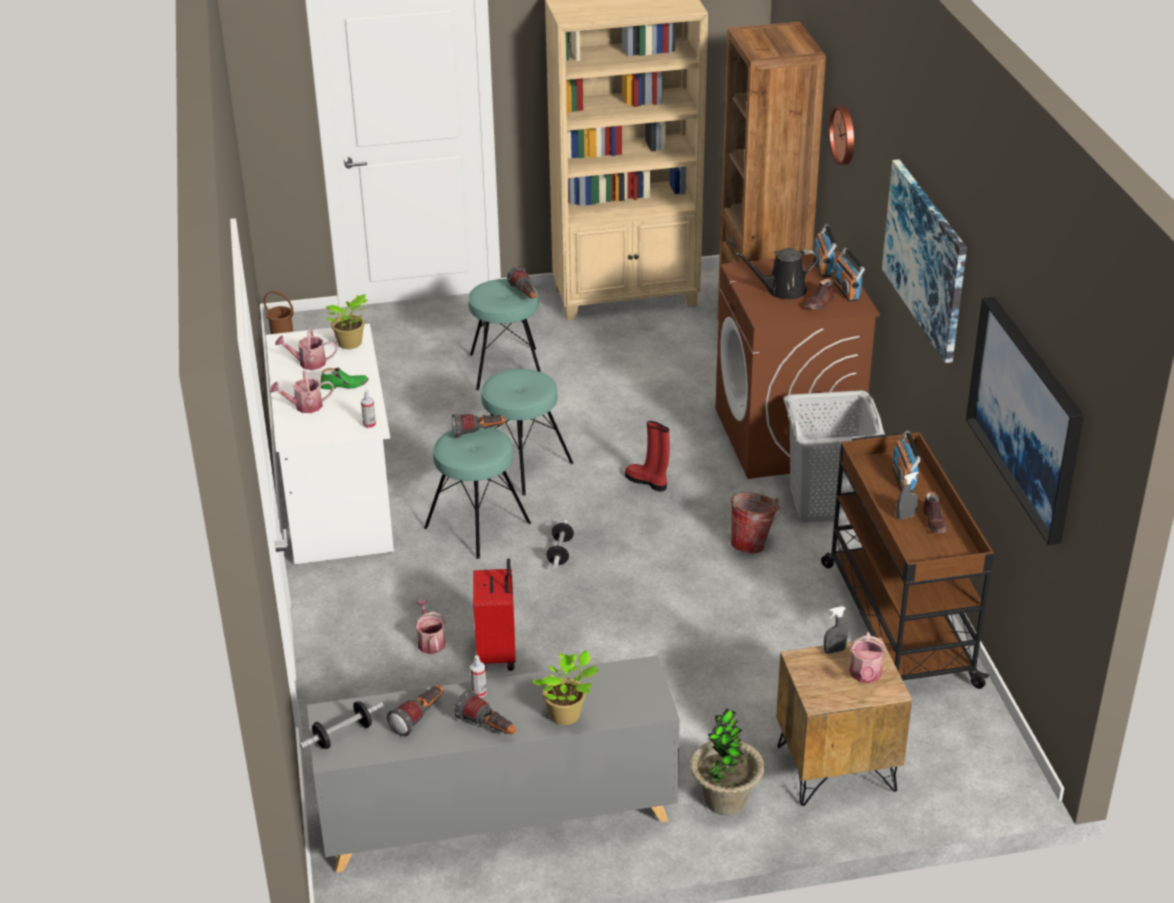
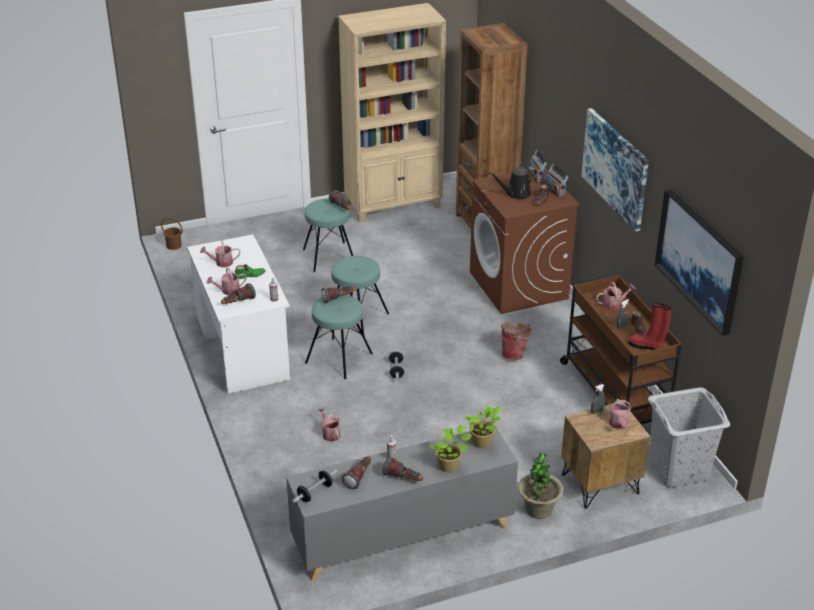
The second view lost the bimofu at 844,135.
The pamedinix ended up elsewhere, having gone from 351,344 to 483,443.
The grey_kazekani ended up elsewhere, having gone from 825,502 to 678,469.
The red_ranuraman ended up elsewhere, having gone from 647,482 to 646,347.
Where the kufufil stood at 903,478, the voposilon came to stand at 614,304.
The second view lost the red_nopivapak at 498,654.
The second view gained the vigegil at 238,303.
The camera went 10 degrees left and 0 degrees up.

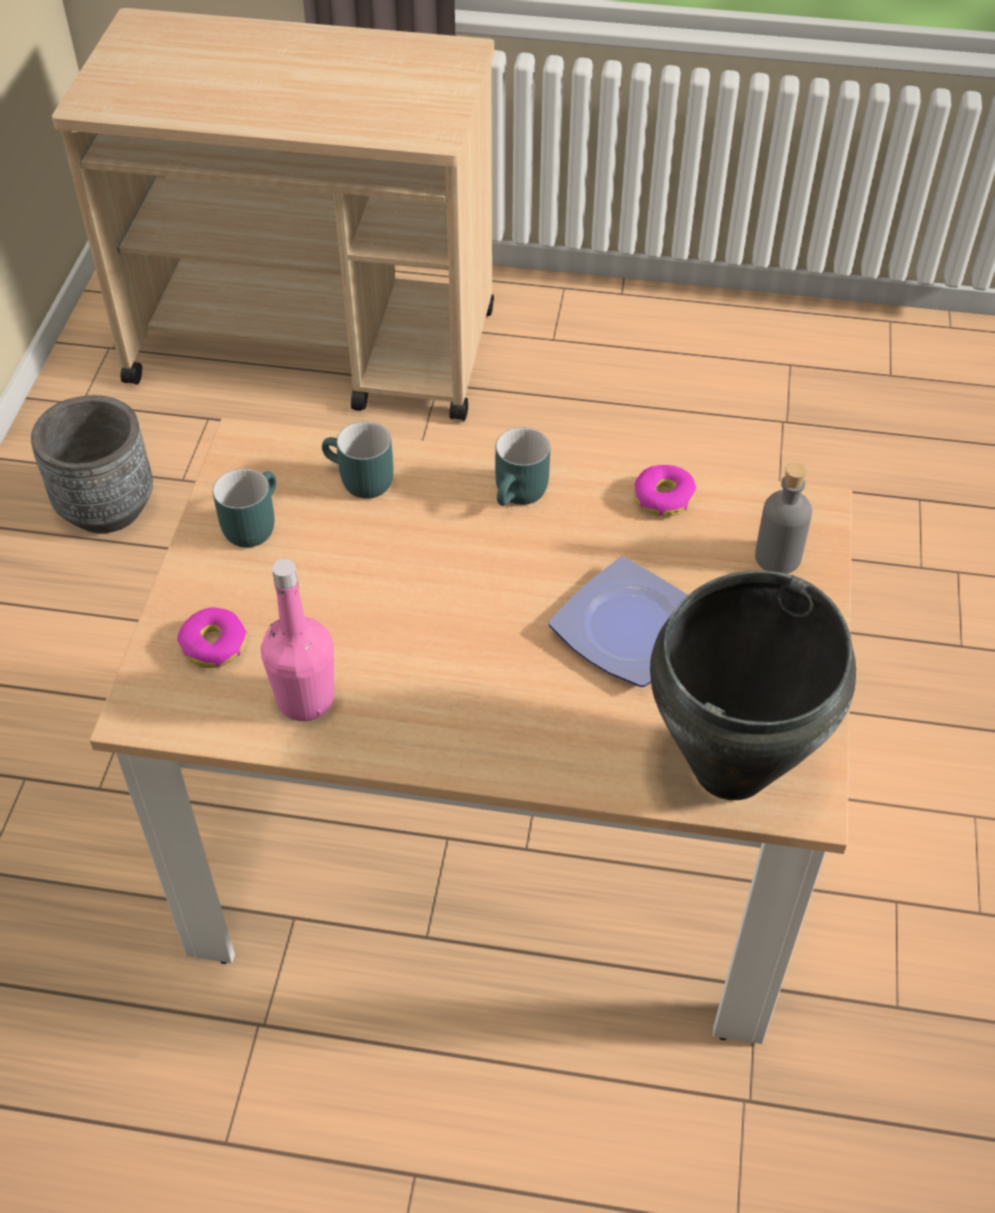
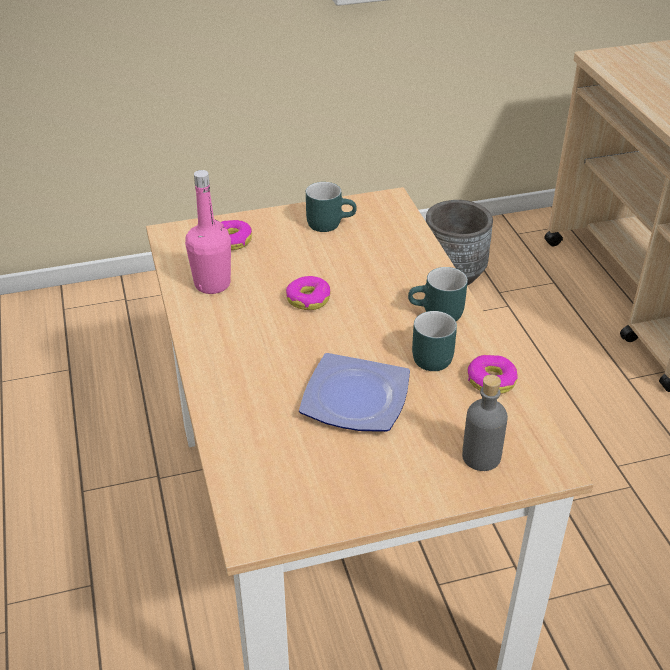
The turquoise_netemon ended up elsewhere, having gone from 358,482 to 428,355.
The second view lost the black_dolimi at 732,769.
The second view gained the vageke at 308,299.
The camera went 65 degrees right and 10 degrees down.

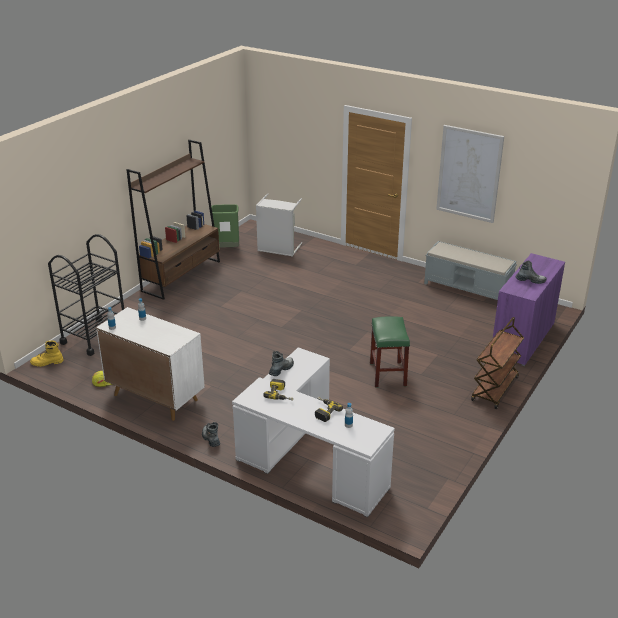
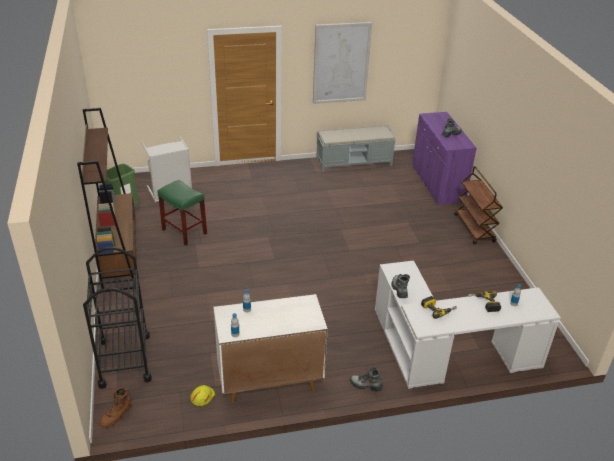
The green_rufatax ended up elsewhere, having gone from 388,374 to 185,232.
What was the yellow_ranuraman at 47,363 turned into the brown_ranuraman at 116,415.
The camera went 45 degrees left and 5 degrees up.

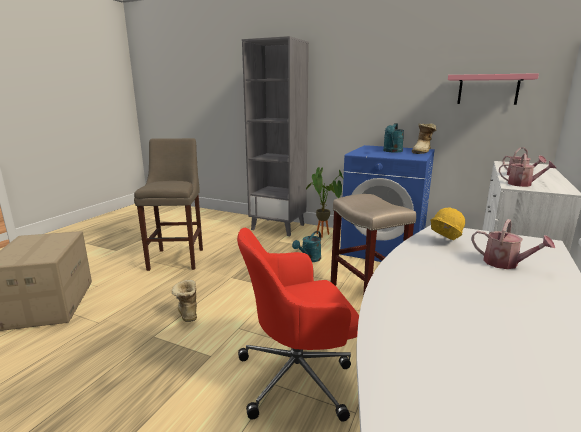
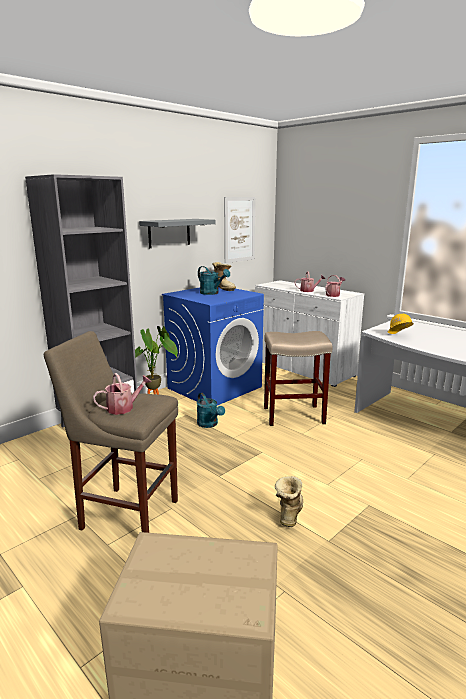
Where the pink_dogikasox hung at 488,90, the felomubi came to hang at 239,229.
The voposilon ended up elsewhere, having gone from 506,263 to 124,408.
The second view lost the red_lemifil at 298,376.
The ranuraman at 187,313 ended up facing another way, 105 degrees clockwise from before.
The second view gained the grey_dogikasox at 169,233.
The camera went 70 degrees left and 0 degrees up.

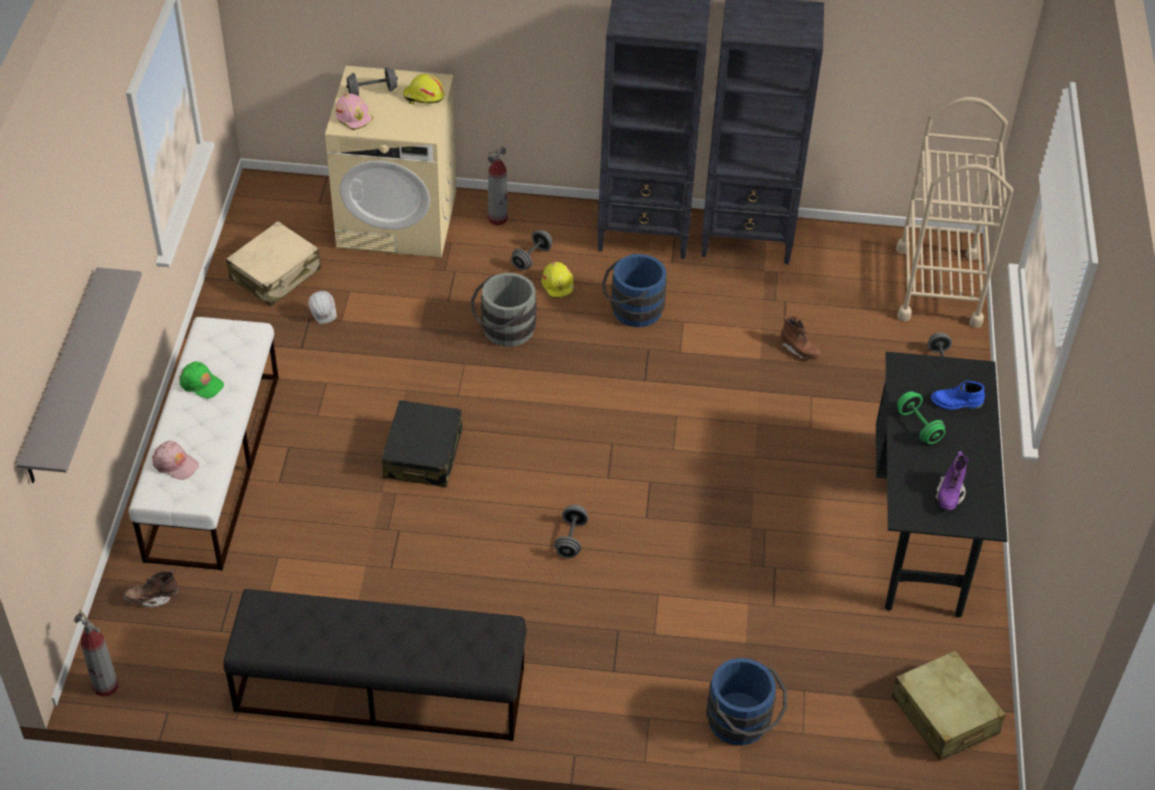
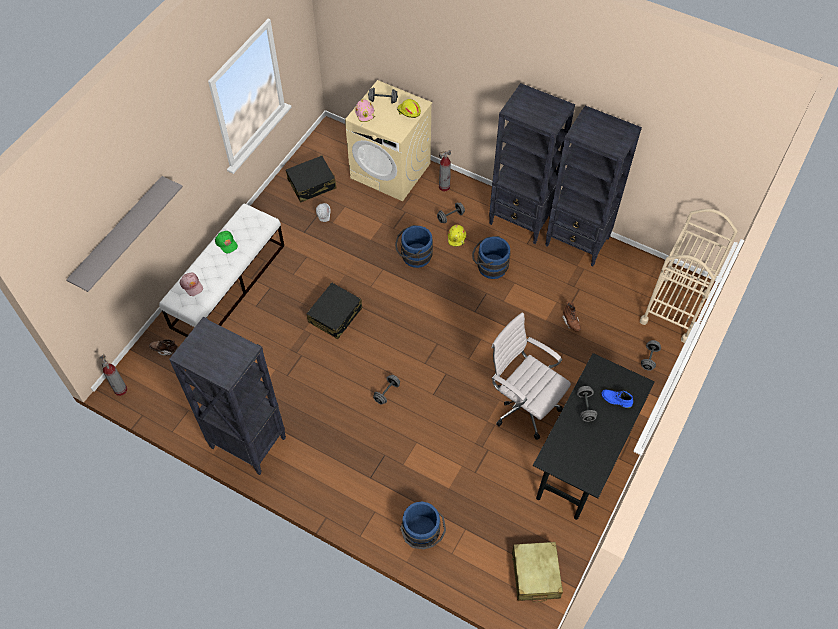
What was the beige_nopivapak at 276,274 turned into the black_nopivapak at 312,184.
What was the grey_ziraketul at 503,330 turned into the blue_ziraketul at 413,256.
What was the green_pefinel at 918,426 turned into the grey_pefinel at 585,407.
The second view lost the purple_ranuraman at 949,495.
Where the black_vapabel stood at 379,690, the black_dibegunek came to stand at 247,442.
The second view gained the white_lemifil at 523,405.
The camera went 25 degrees right and 10 degrees up.

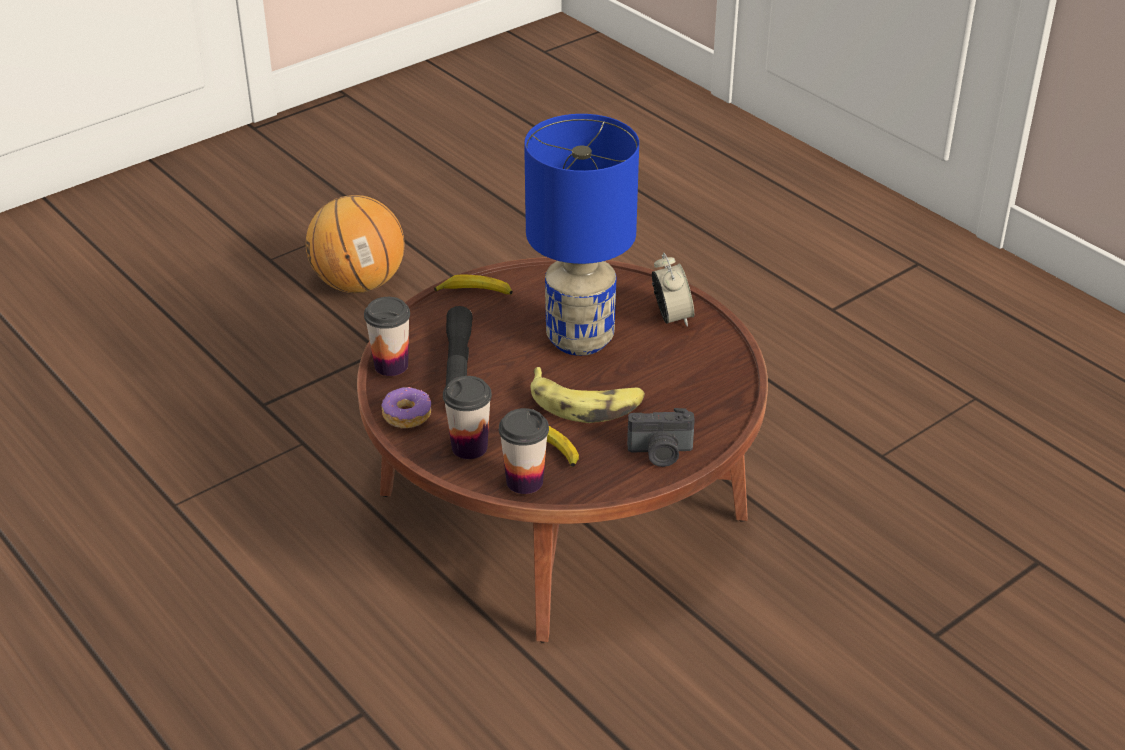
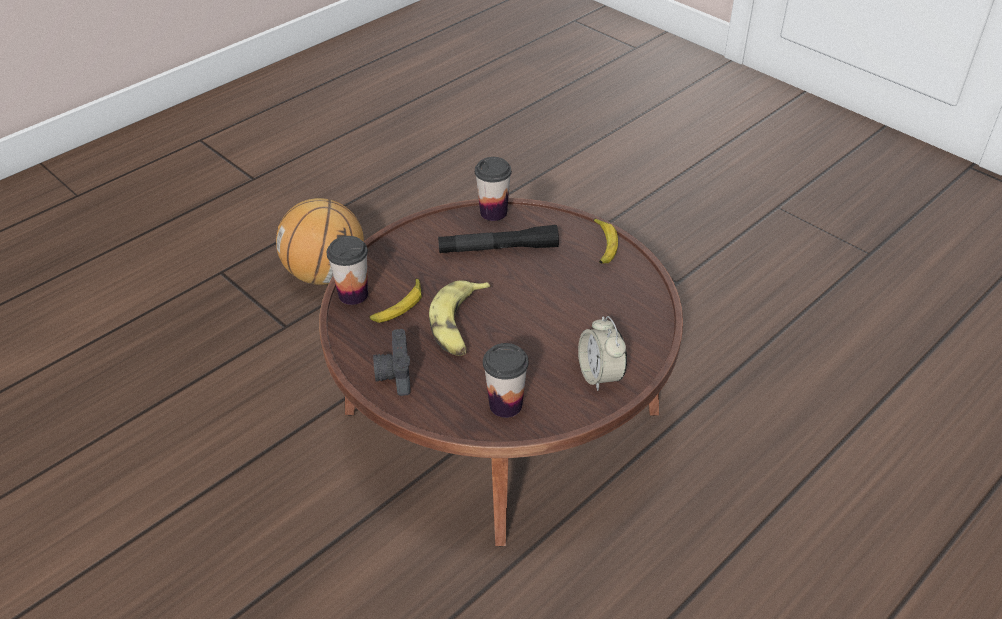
The second view lost the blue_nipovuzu at 580,338.
The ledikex ended up elsewhere, having gone from 358,284 to 326,274.
The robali at 671,317 ended up facing another way, 90 degrees clockwise from before.
The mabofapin ended up elsewhere, having gone from 469,447 to 505,405.
The second view lost the vageke at 406,415.
The camera went 85 degrees right and 5 degrees up.

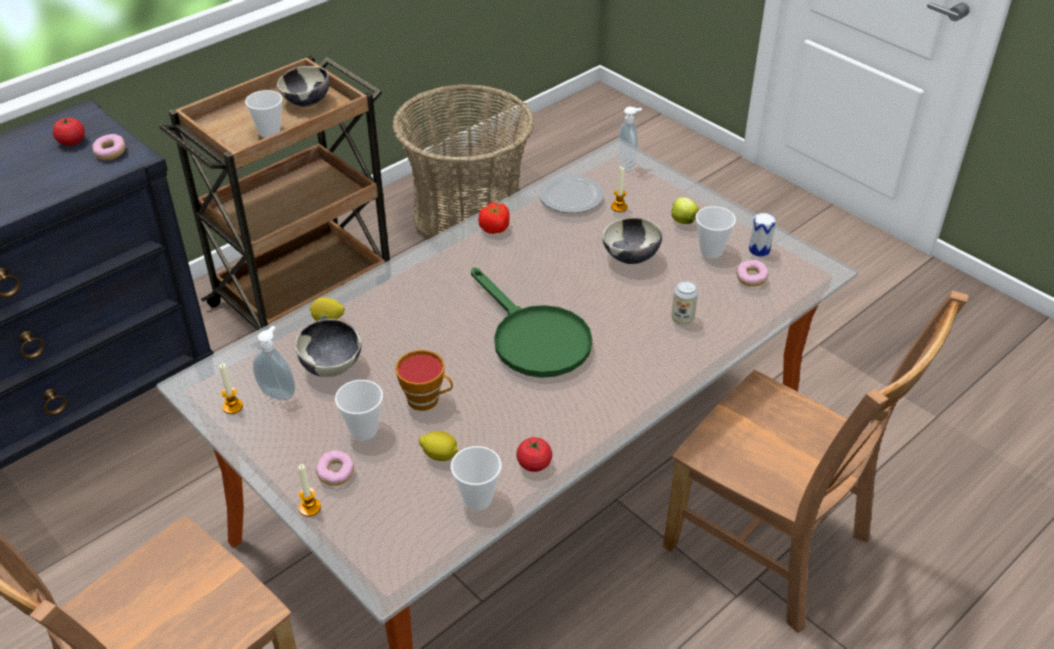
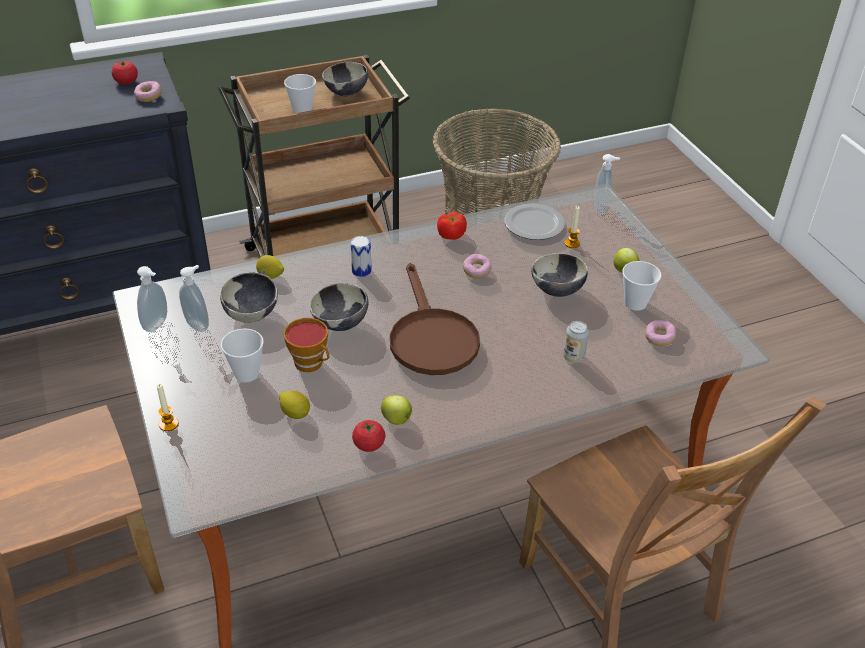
The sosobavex ended up elsewhere, having gone from 759,250 to 361,270.
What was the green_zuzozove at 533,338 turned into the brown_zuzozove at 430,337.
Where the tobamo stood at 232,406, the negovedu came to stand at 157,325.
The second view lost the mabofapin at 477,499.
The vageke ended up elsewhere, having gone from 336,474 to 476,271.
The second view gained the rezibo at 340,324.
The second view gained the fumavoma at 397,420.
The camera went 20 degrees right and 0 degrees up.

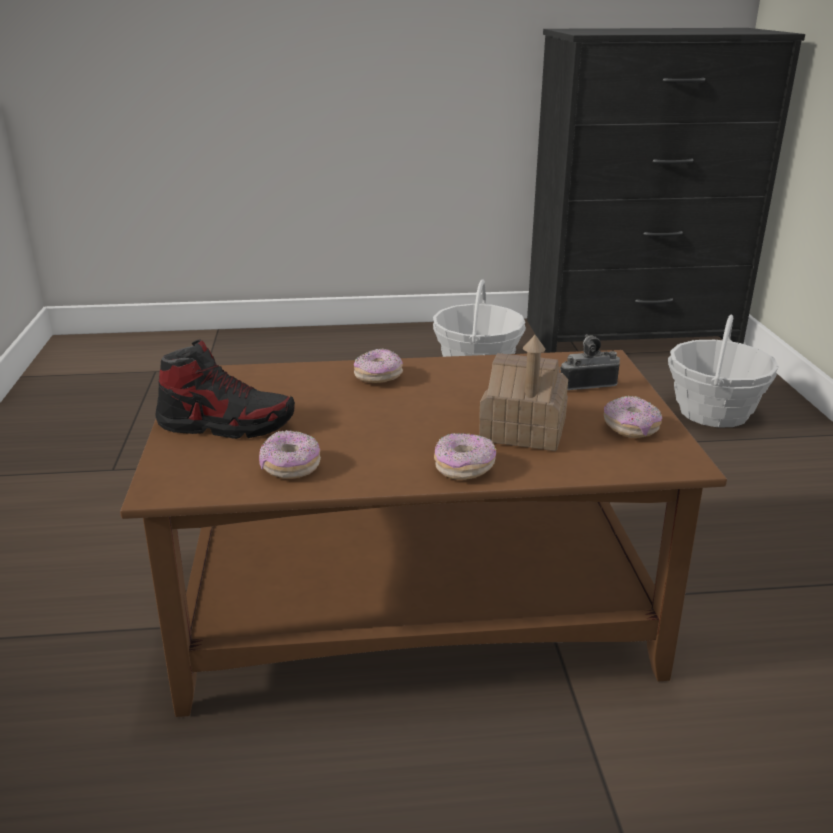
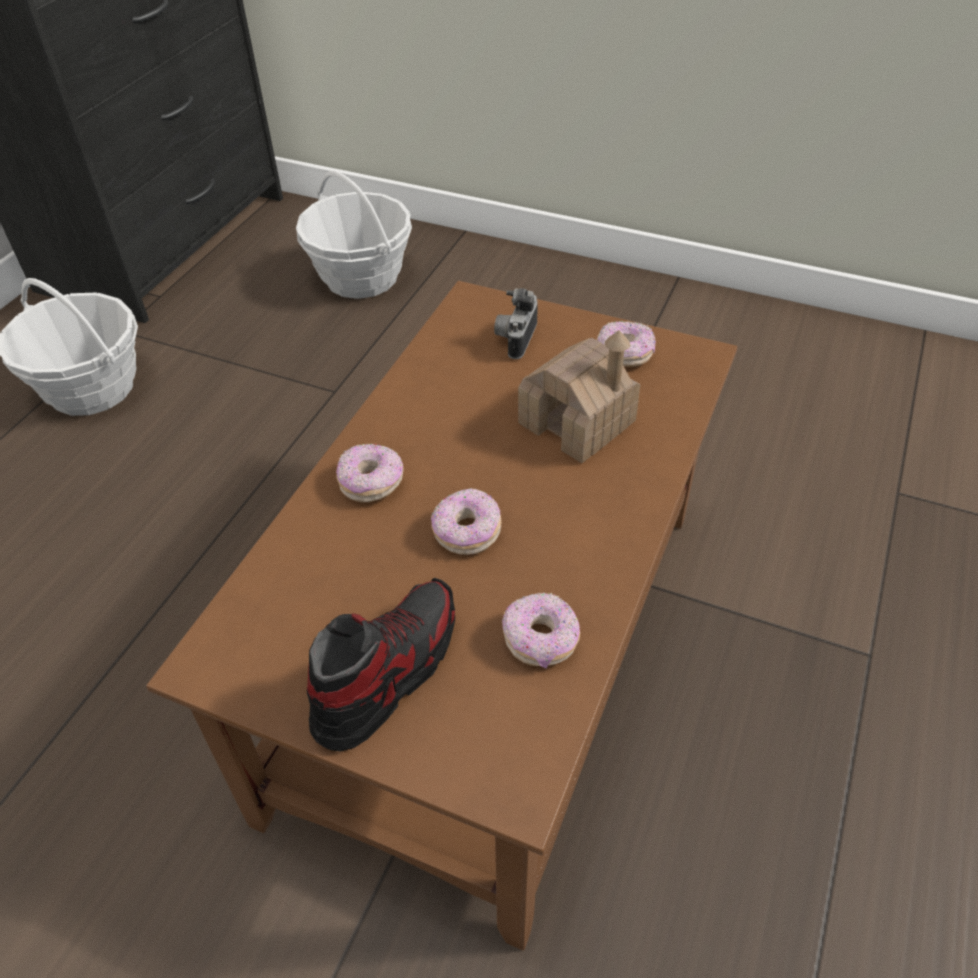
The vageke ended up elsewhere, having gone from 464,468 to 466,532.
The camera went 60 degrees left and 20 degrees up.

